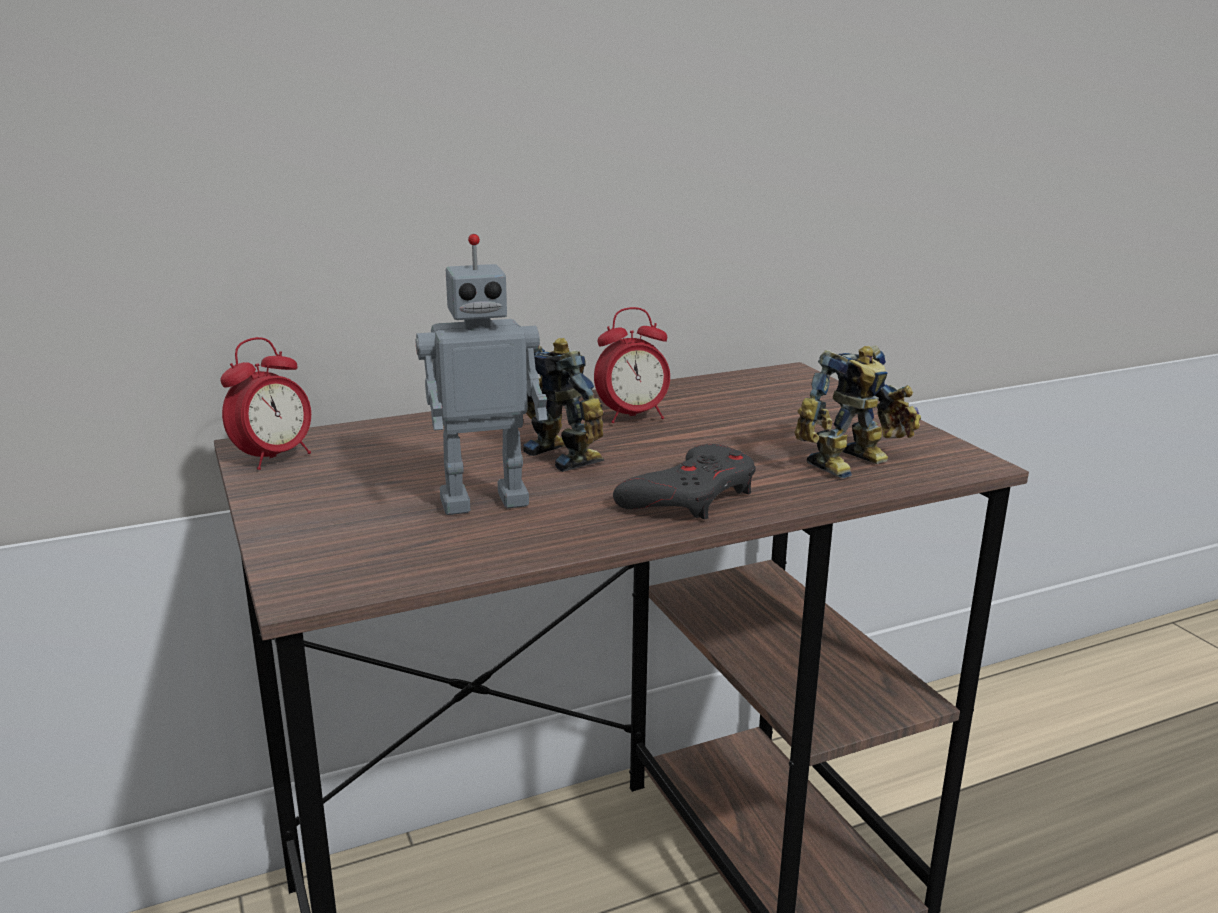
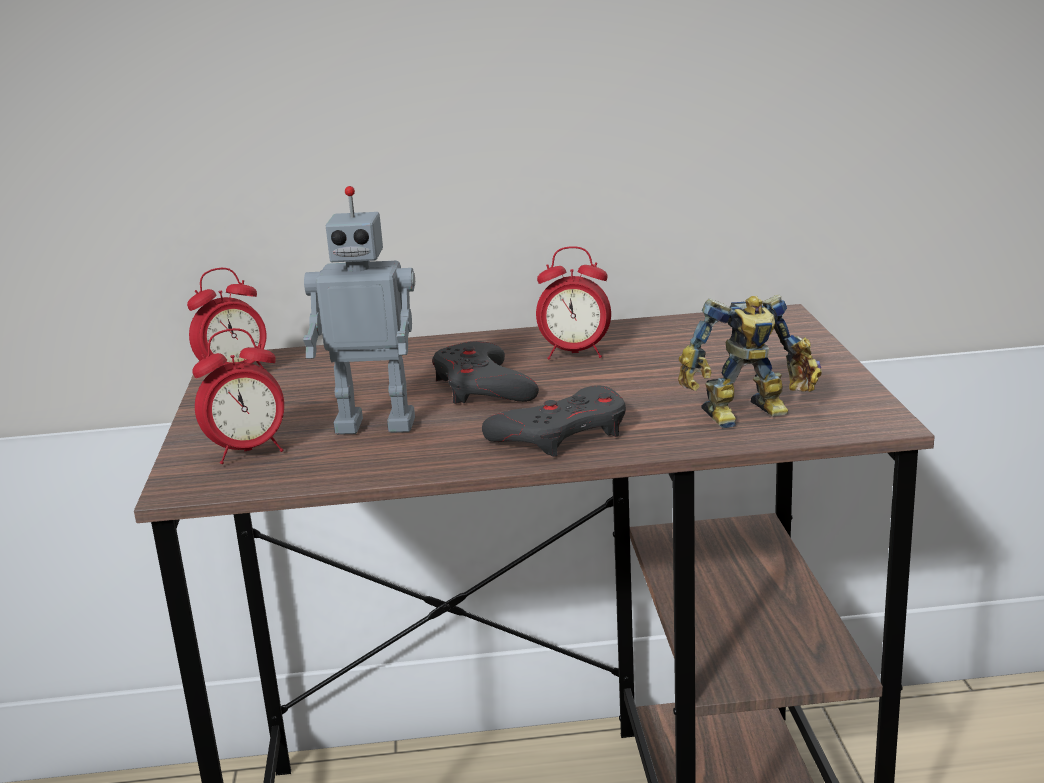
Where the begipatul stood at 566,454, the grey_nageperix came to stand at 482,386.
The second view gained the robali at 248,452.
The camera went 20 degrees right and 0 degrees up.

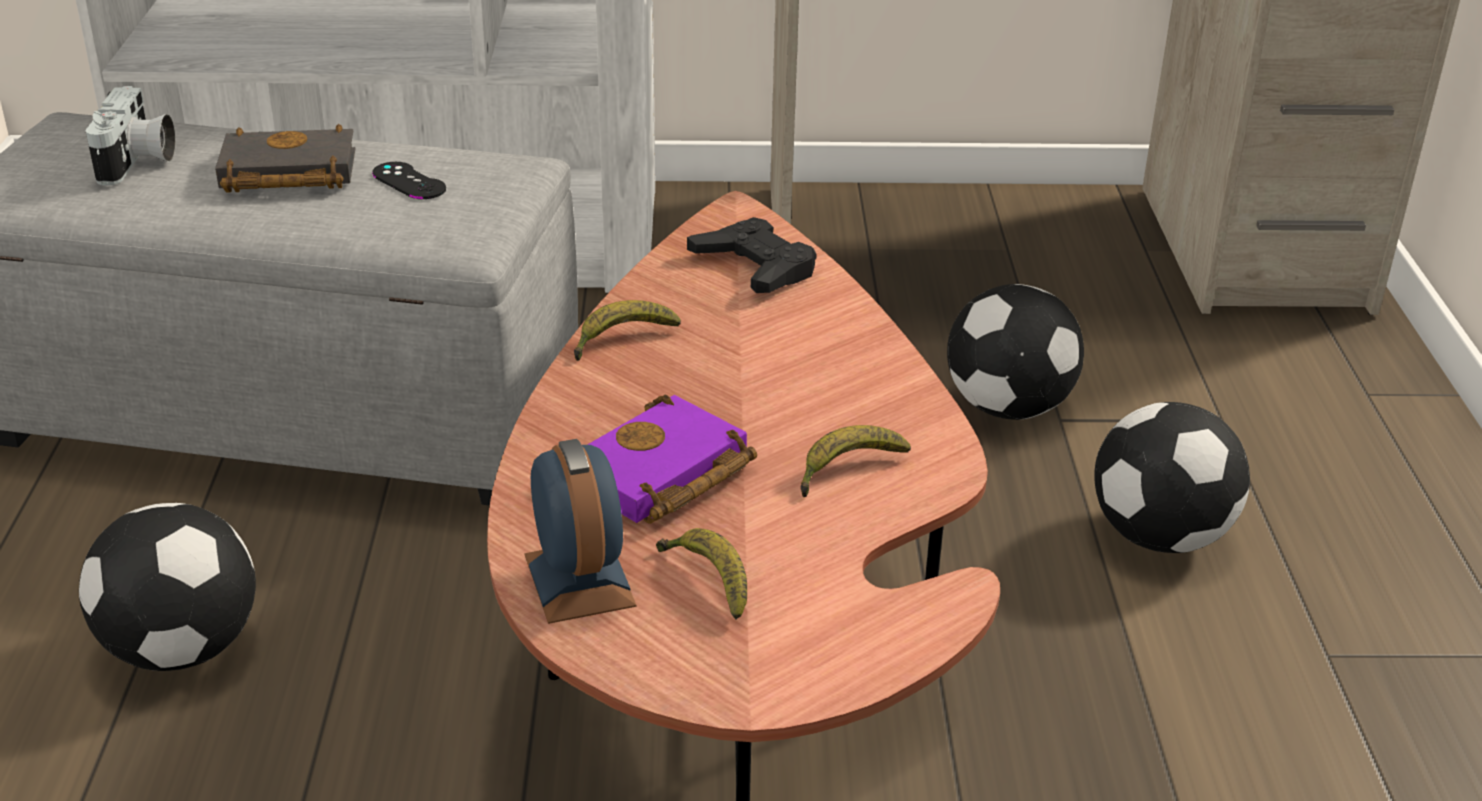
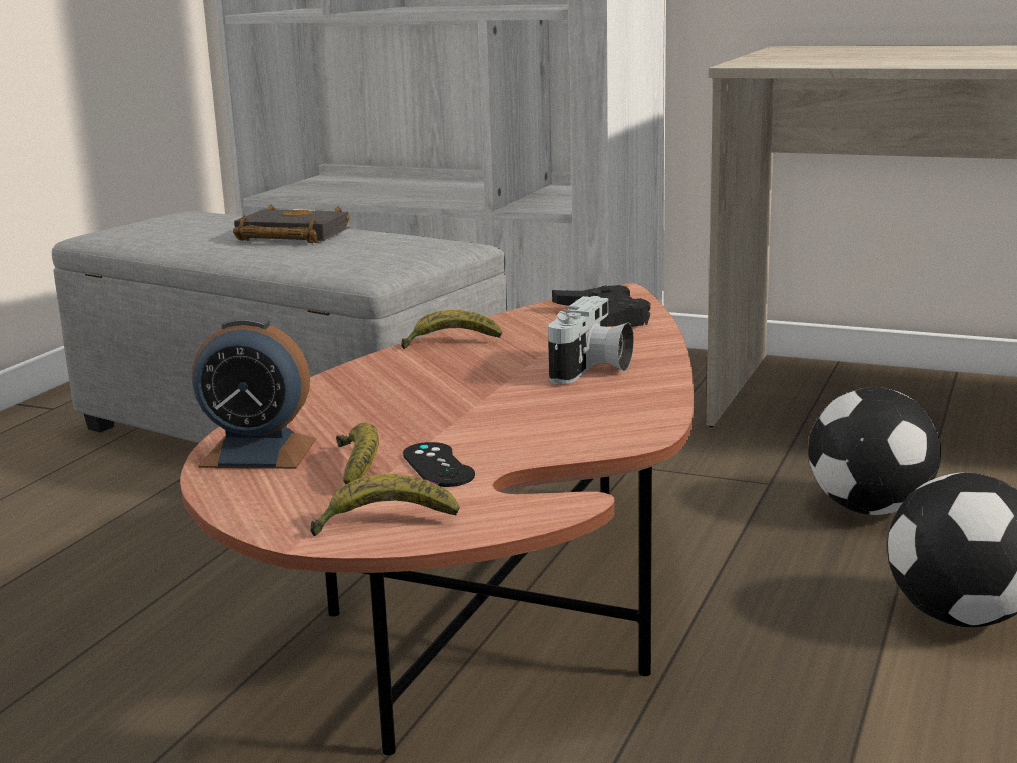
The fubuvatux ended up elsewhere, having gone from 138,162 to 592,369.
The black_nageperix ended up elsewhere, having gone from 409,181 to 438,465.
The second view lost the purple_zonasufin at 659,476.
The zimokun ended up elsewhere, having gone from 847,470 to 384,522.
The robali at 579,580 ended up facing another way, 90 degrees clockwise from before.
The second view lost the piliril at 182,650.
The camera went 25 degrees right and 15 degrees down.

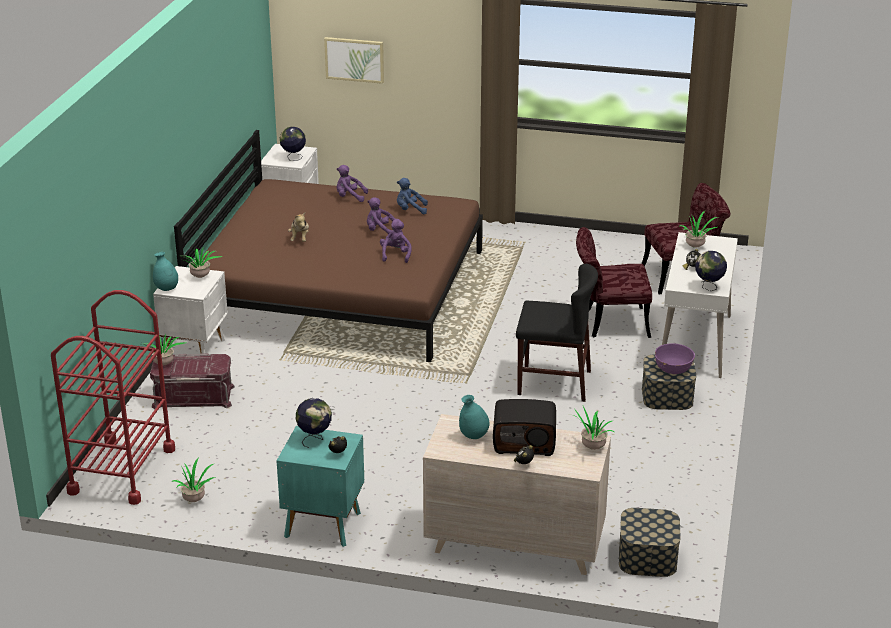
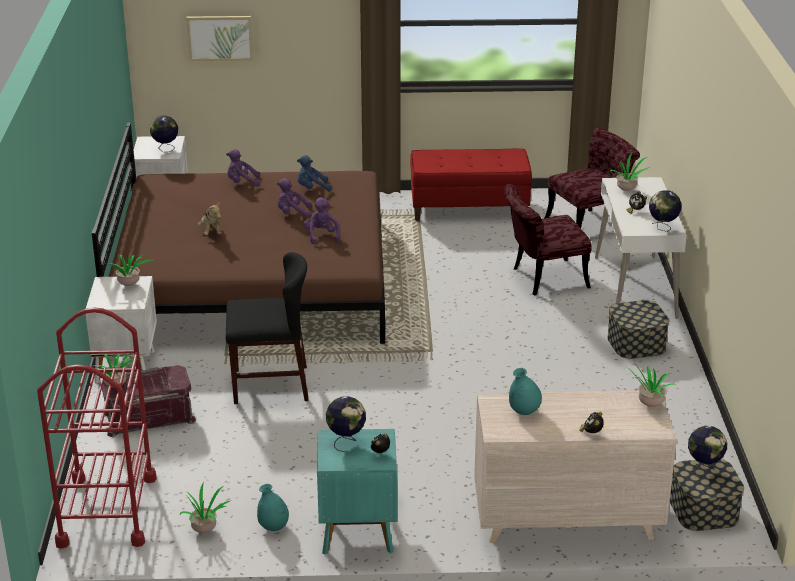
The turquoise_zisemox ended up elsewhere, having gone from 166,289 to 273,527.
The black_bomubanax ended up elsewhere, having gone from 554,383 to 270,385.
The second view lost the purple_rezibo at 673,369.
The second view lost the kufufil at 524,442.
The second view gained the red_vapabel at 469,209.
The second view gained the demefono at 704,468.
The camera went 15 degrees left and 0 degrees up.

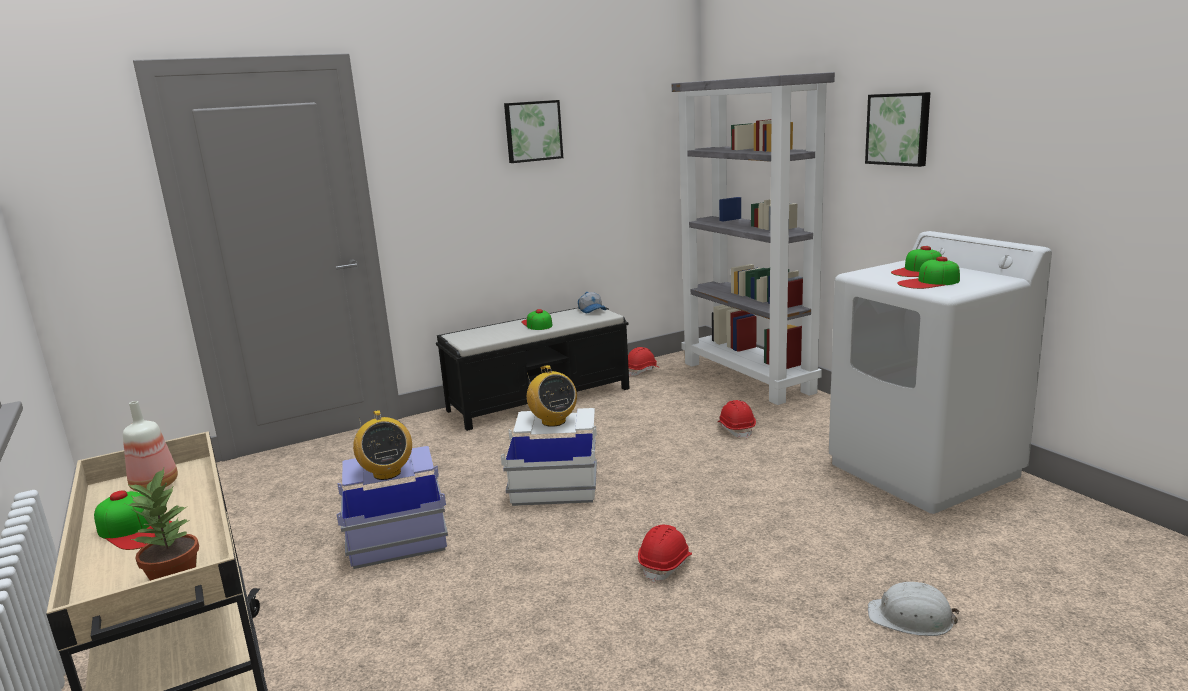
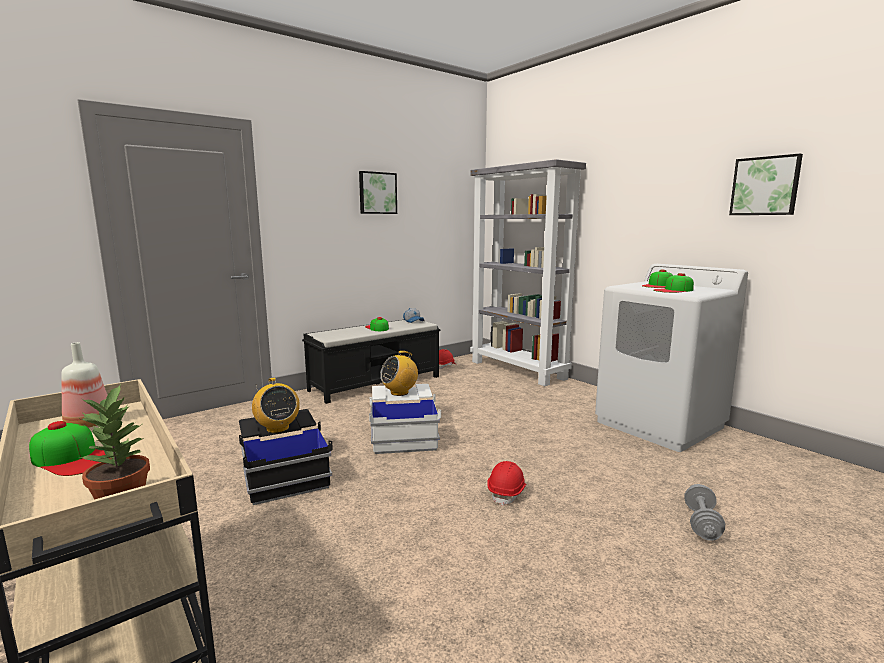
The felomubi ended up elsewhere, having gone from 899,129 to 765,186.
The kufufil at 553,421 ended up facing another way, 90 degrees clockwise from before.
The second view lost the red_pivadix at 736,429.
What was the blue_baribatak at 396,527 turned into the black_baribatak at 284,472.
Where the white_pivadix stood at 911,618, the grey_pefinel came to stand at 702,523.
The camera went 10 degrees left and 5 degrees down.

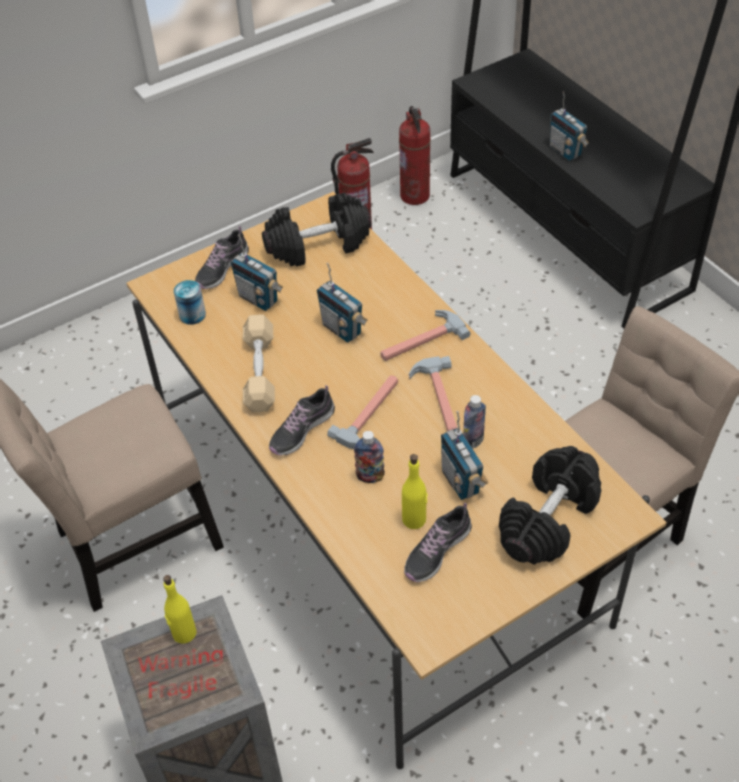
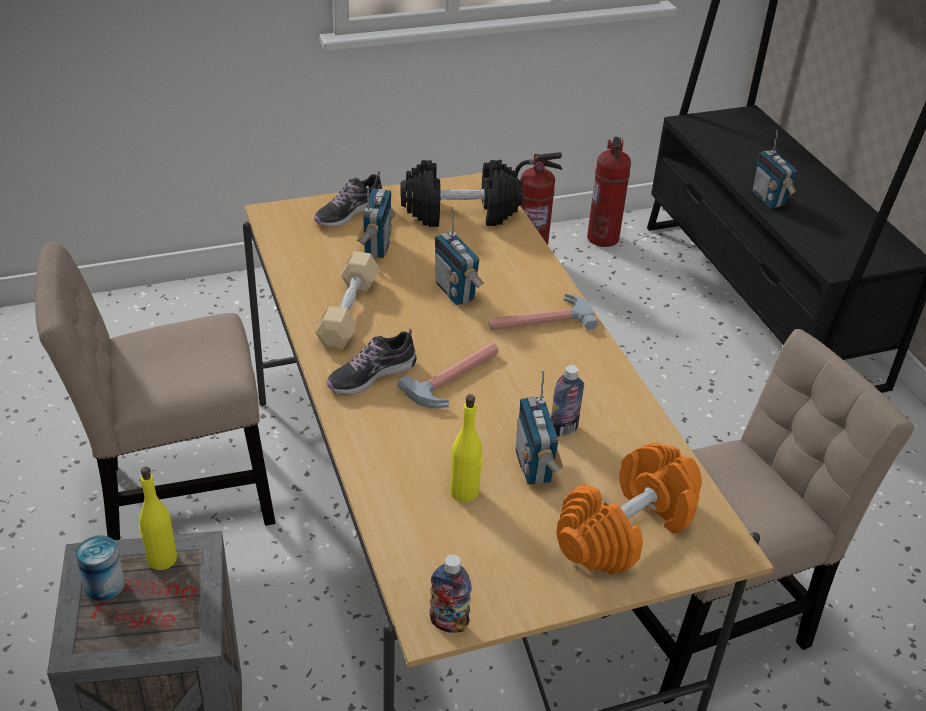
The kufufil at 258,299 ended up facing another way, 135 degrees counterclockwise from before.
The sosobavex ended up elsewhere, having gone from 192,315 to 104,585.
The second view lost the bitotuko at 437,399.
The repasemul ended up elsewhere, having gone from 370,476 to 448,623.
What was the black_pefinel at 548,520 turned into the orange_pefinel at 626,530.
The second view lost the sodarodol at 437,551.
The camera went 10 degrees right and 10 degrees down.

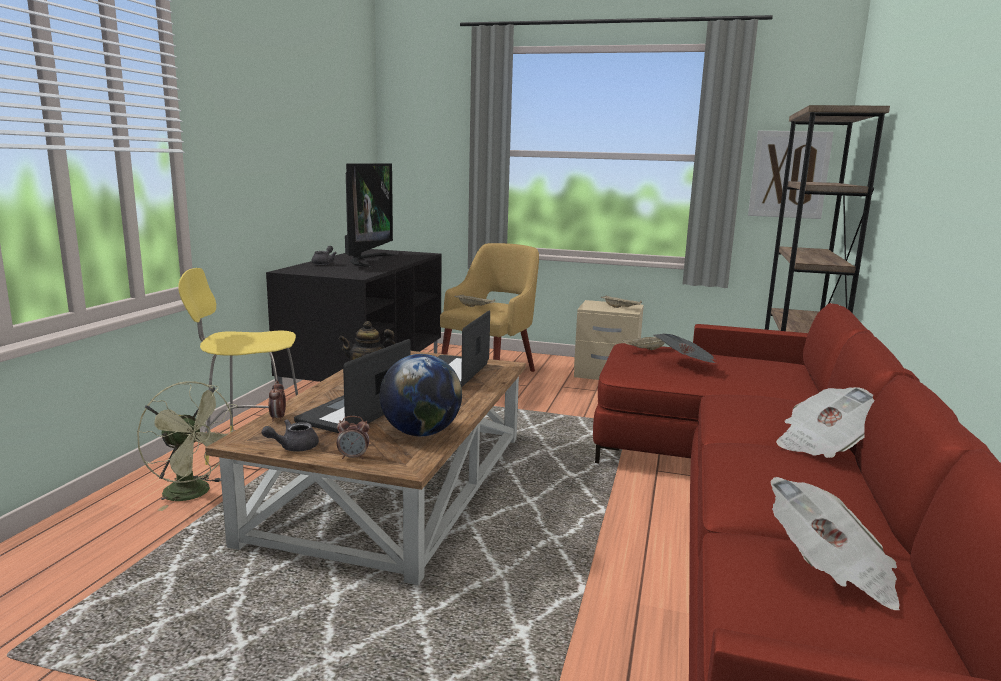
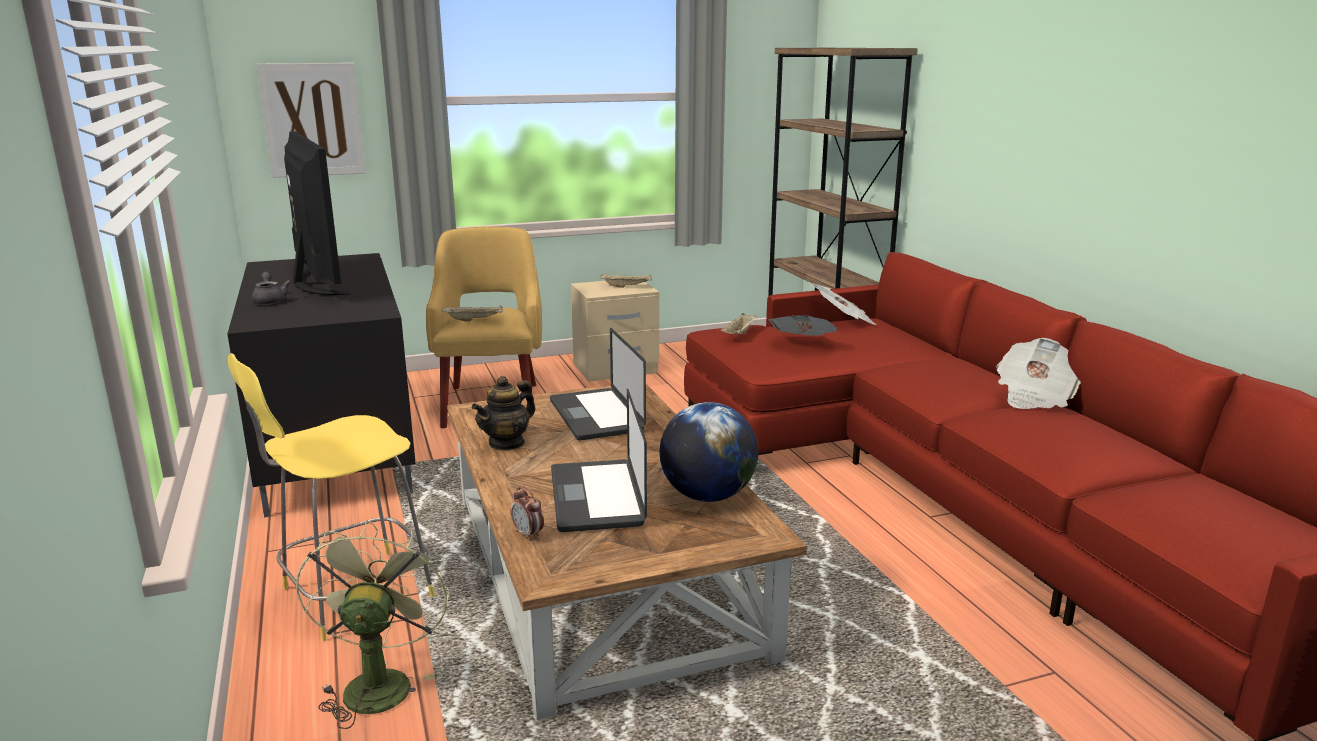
The felomubi ended up elsewhere, having gone from 789,174 to 312,120.
The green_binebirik at 194,494 ended up facing another way, 90 degrees counterclockwise from before.
The second view lost the robali at 353,457.
The second view lost the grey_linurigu at 293,447.
The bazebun ended up elsewhere, having gone from 831,572 to 843,321.
The camera went 35 degrees left and 5 degrees up.

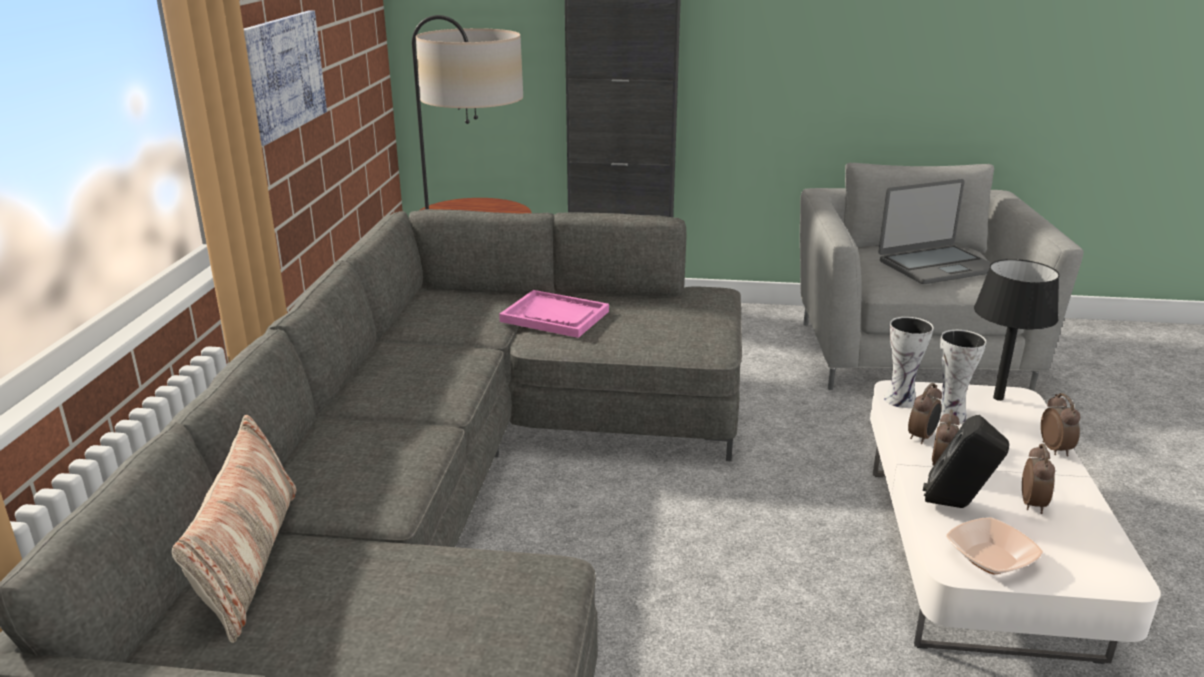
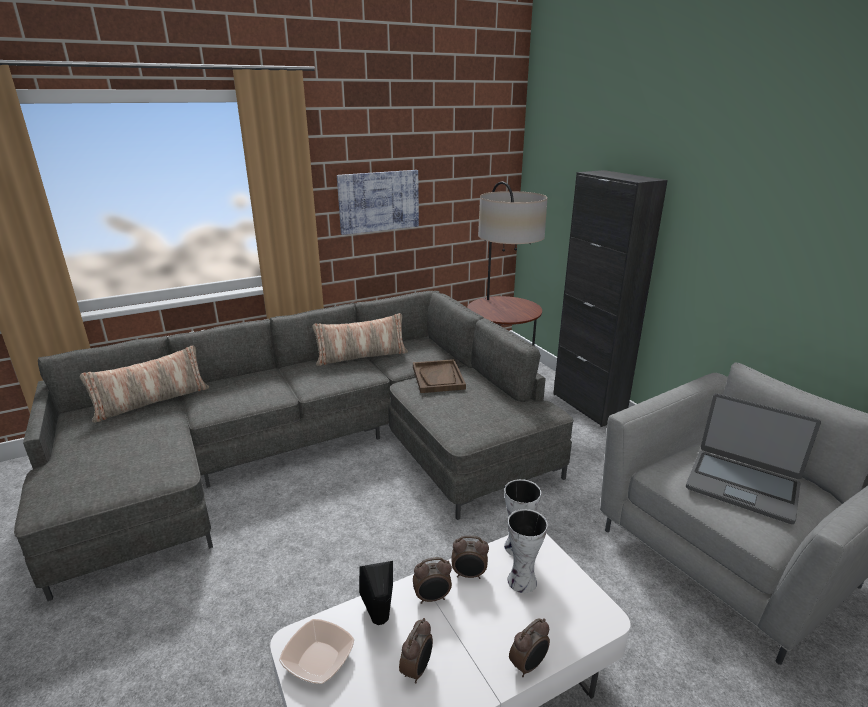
The second view lost the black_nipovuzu at 998,398.
What was the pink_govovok at 555,316 turned into the brown_govovok at 438,378.
The robali at 1033,504 ended up facing another way, 45 degrees counterclockwise from before.
The second view gained the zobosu at 361,356.
The camera went 55 degrees right and 0 degrees up.

